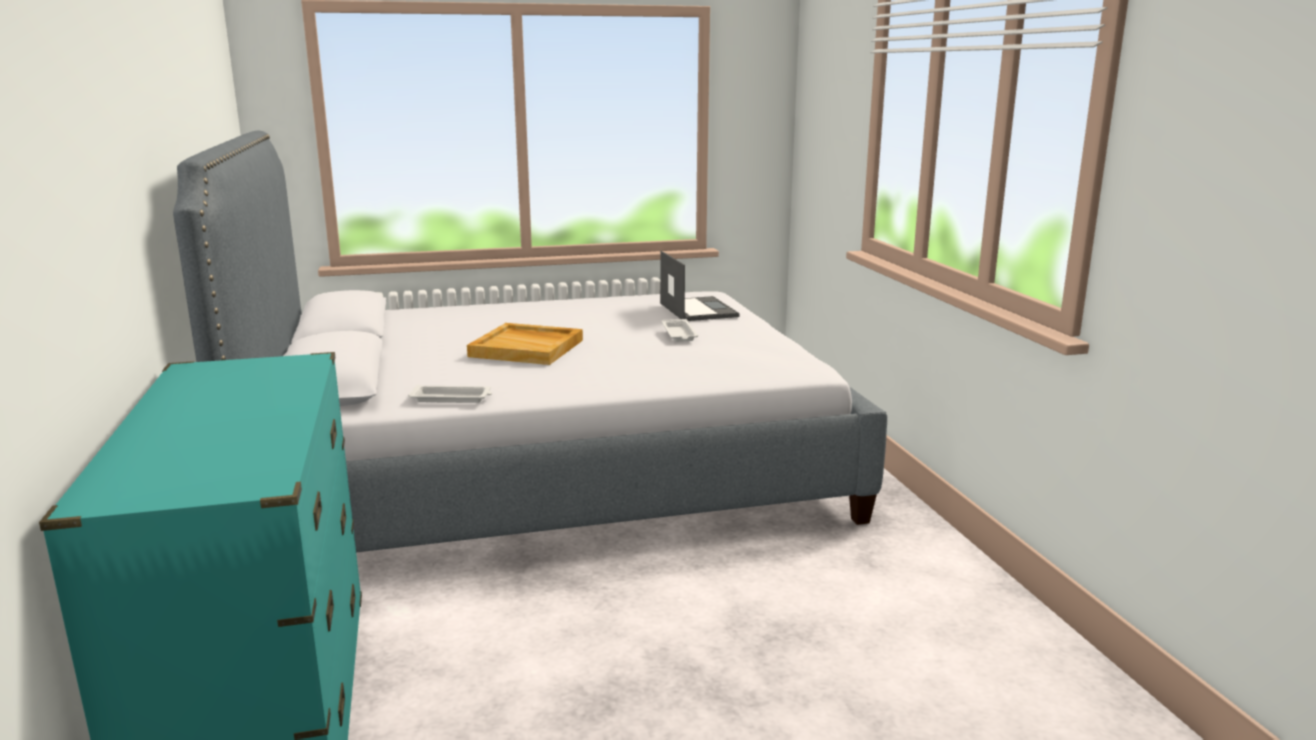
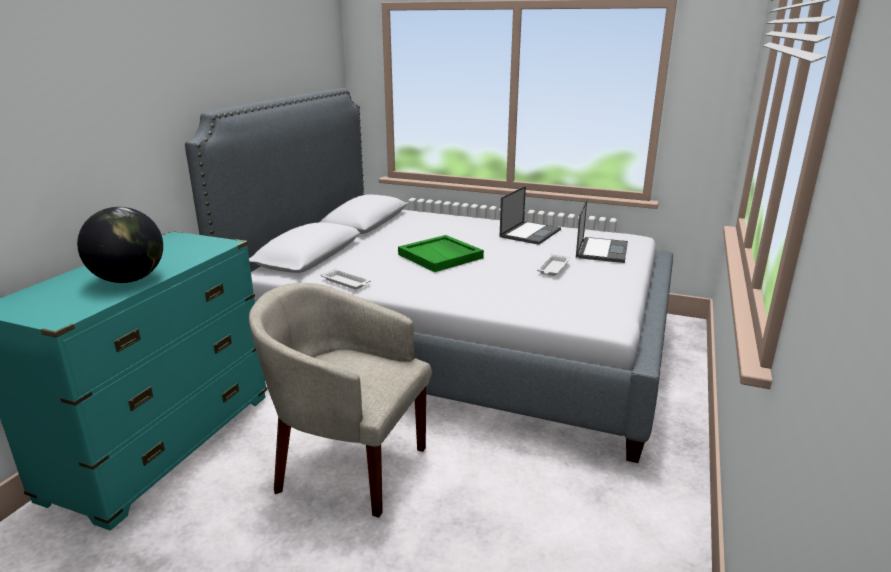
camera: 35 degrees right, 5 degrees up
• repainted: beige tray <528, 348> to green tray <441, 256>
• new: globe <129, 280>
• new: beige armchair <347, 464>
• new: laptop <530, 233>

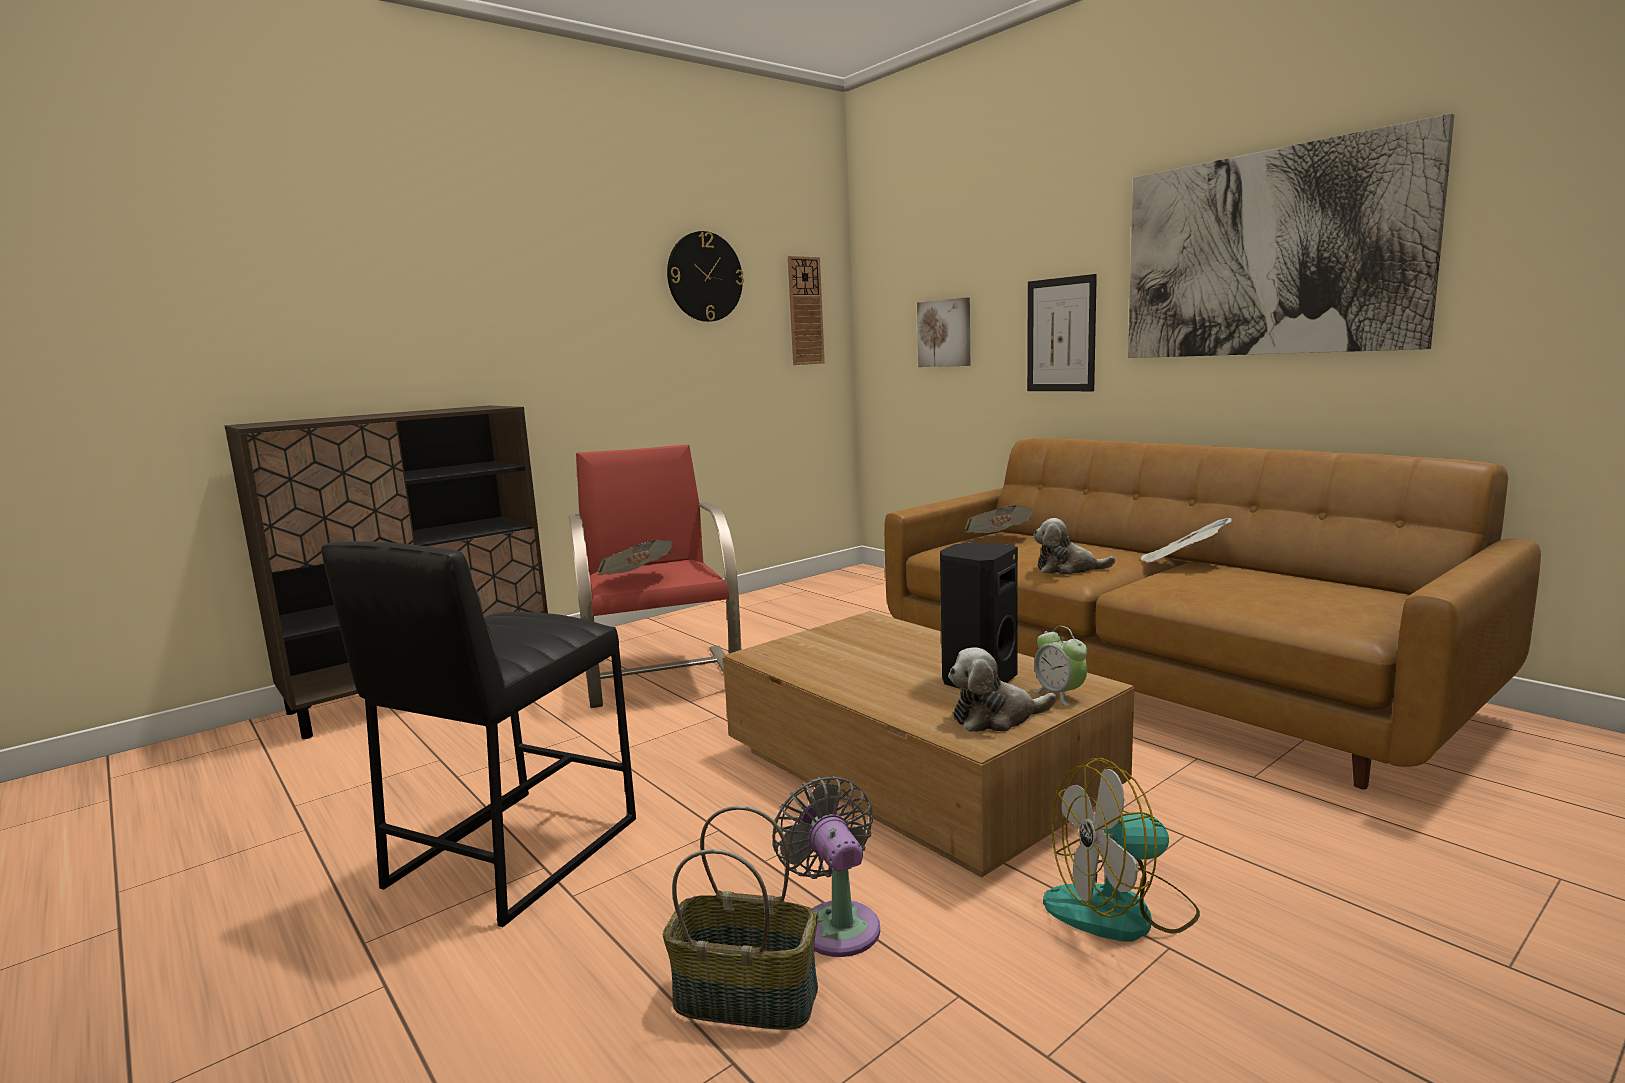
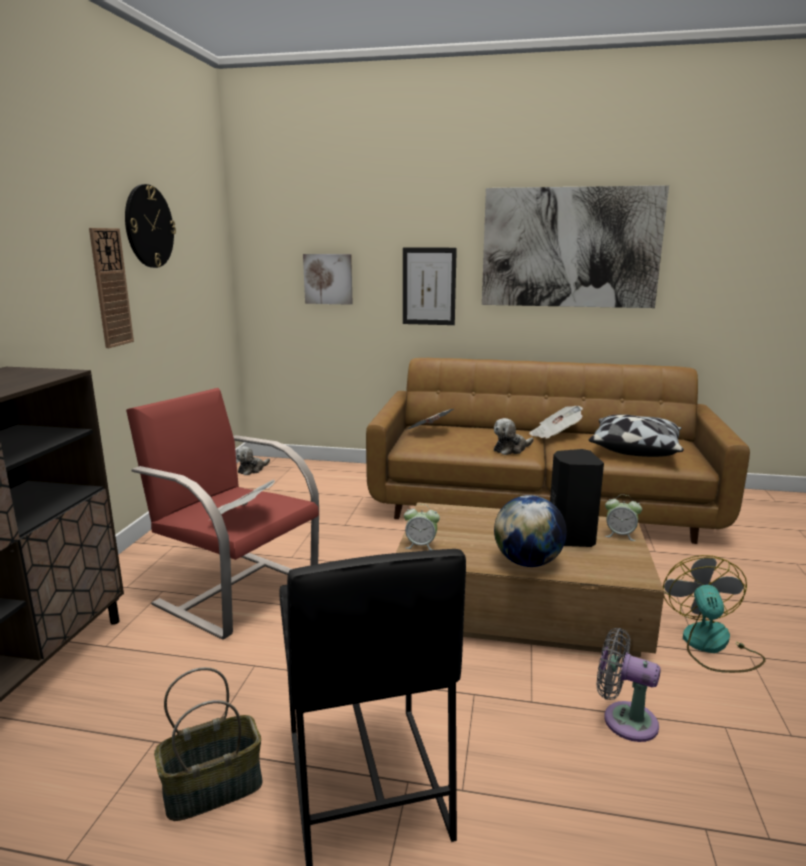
camera: 40 degrees left, 5 degrees up
• shifted: basket <747, 996> to <214, 787>
• shifted: wall clock <805, 311> to <111, 288>
• shifted: plush toy <996, 718> to <252, 470>
• rotated: fan <1121, 910> = <711, 646> 150 degrees clockwise
• new: alarm clock <421, 545>
• new: globe <527, 562>
• new: pillow <634, 449>

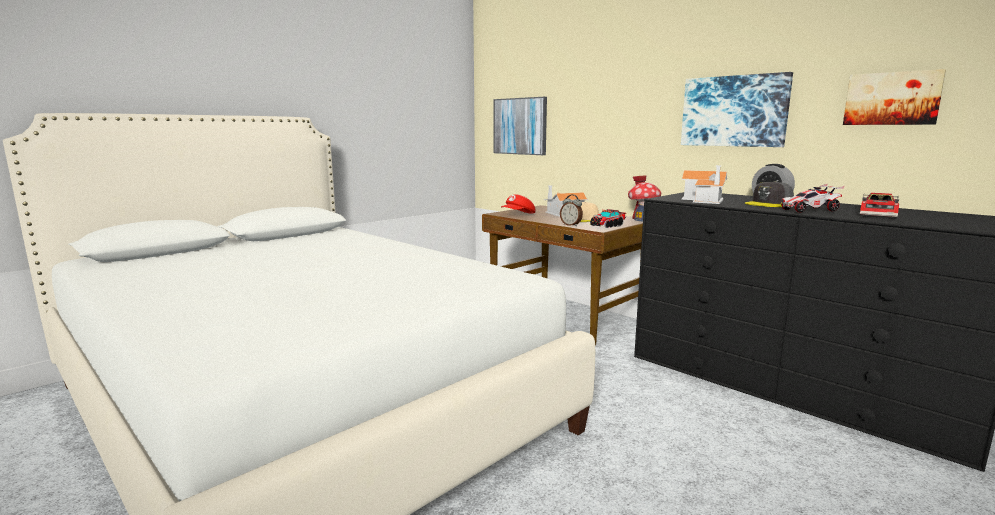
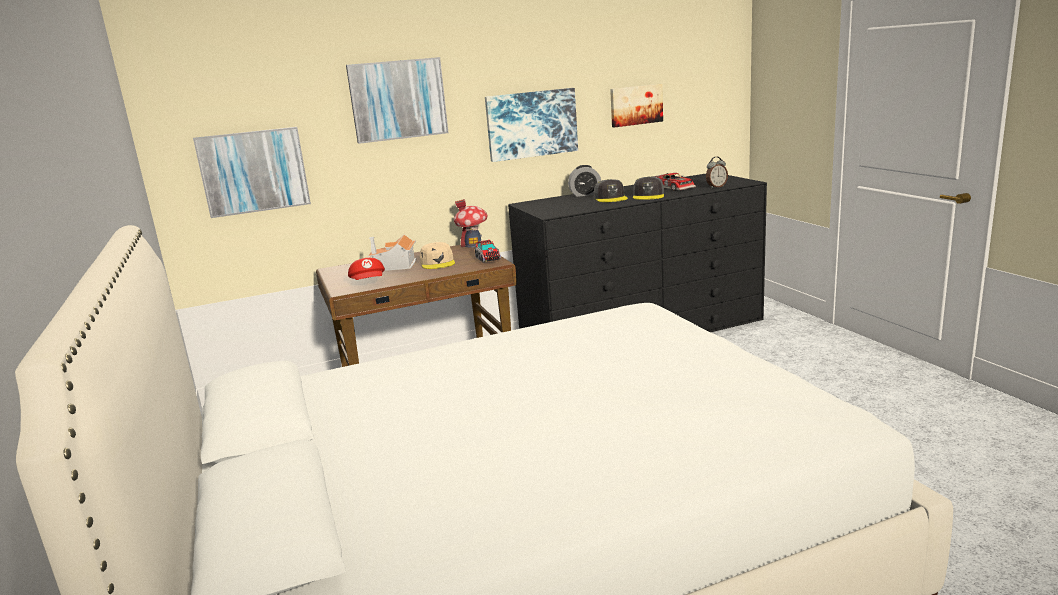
camera: 65 degrees left, 5 degrees up
• shifted: alarm clock <571, 225> to <716, 187>
• gone: toy house <705, 200>
• swapped: toy car <809, 210> to grey cap <648, 195>
• new: picture <398, 100>

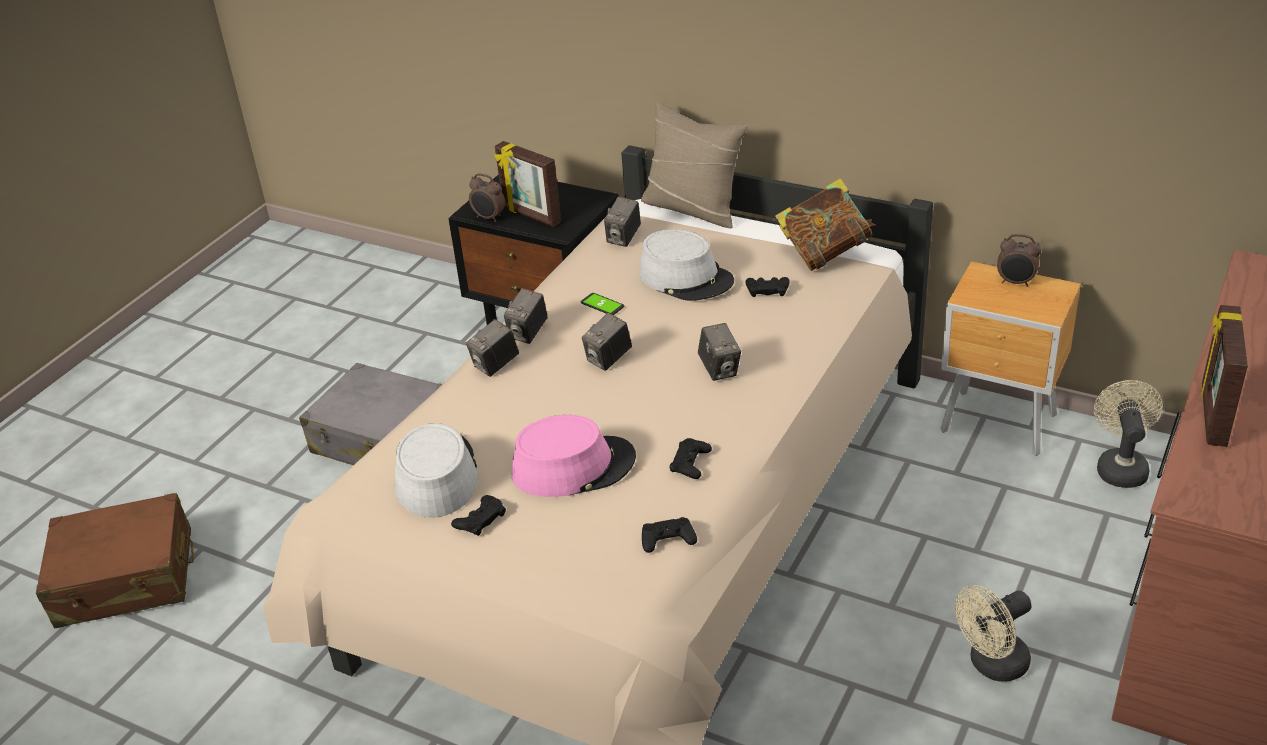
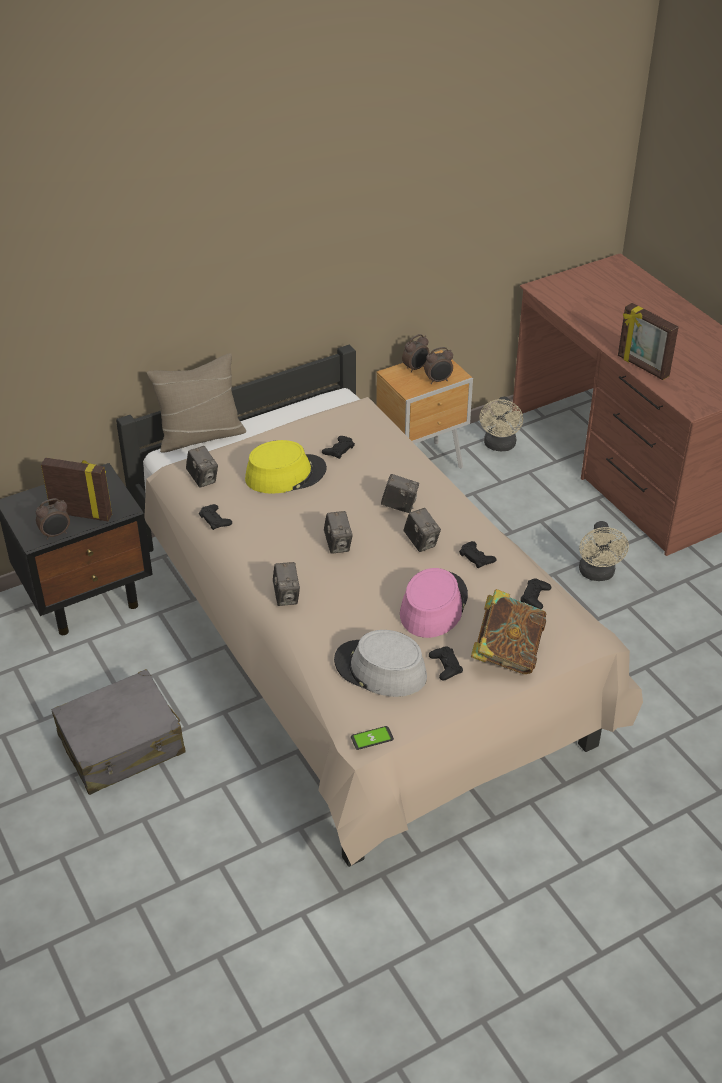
camera: 60 degrees left, 5 degrees up
• gone: brown suitcase <125, 579>
• rotated: picture frame <531, 215> = <81, 513> 150 degrees counterclockwise
• shifted: photo camera <528, 333> to <421, 542>
• shifted: phone <602, 305> to <372, 738>
• repainted: grey hat <686, 278> to yellow hat <285, 474>
• shifted: book <825, 253> to <507, 653>
• rotated: beige fan <1120, 466> = <499, 446> 120 degrees counterclockwise
• new: black game controller <215, 520>
• new: alarm clock <438, 381>

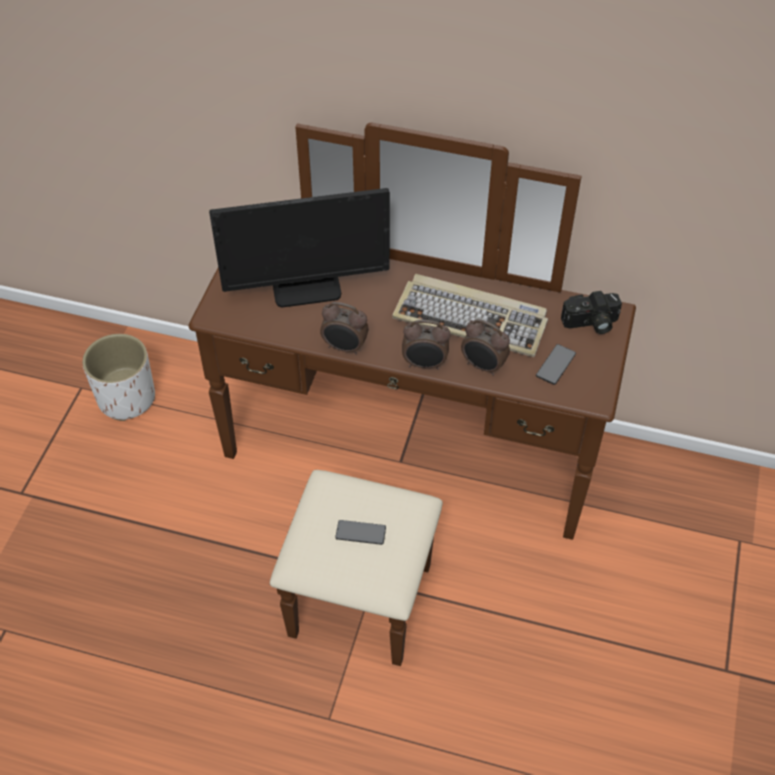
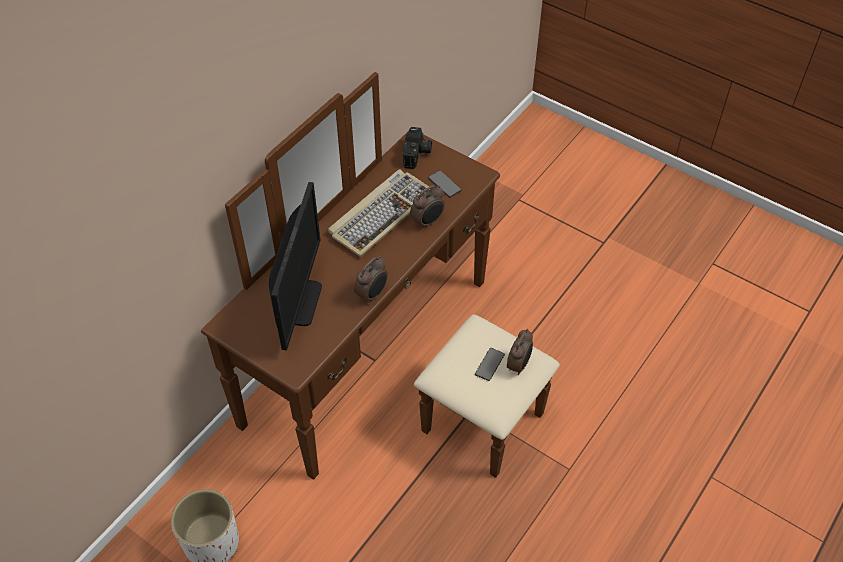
camera: 70 degrees left, 0 degrees up
• shifted: alarm clock <425, 364> to <519, 365>

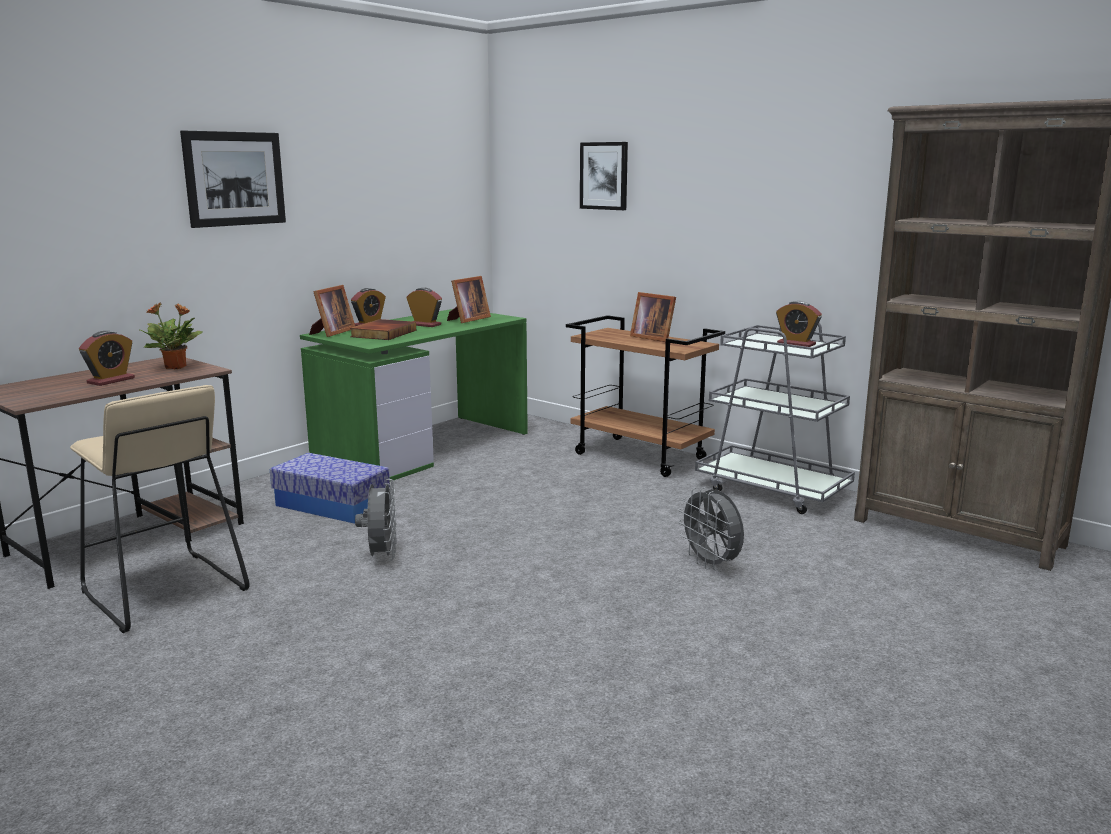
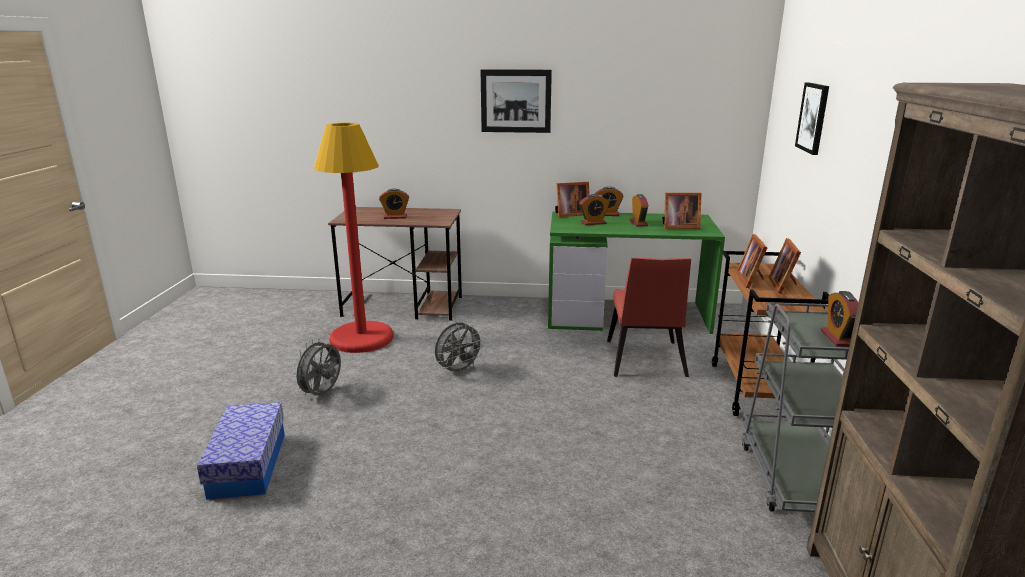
camera: 55 degrees right, 5 degrees up
• swapped: beige stool <162, 591> to red floor lamp <361, 338>
• gone: potted plant <176, 367>
• shifted: storage box <331, 505> to <248, 464>
• swapped: book <383, 333> to alarm clock <593, 223>
• shifted: grey fan <711, 564> to <322, 394>
• new: red chair <644, 361>
• new: picture frame <751, 280>

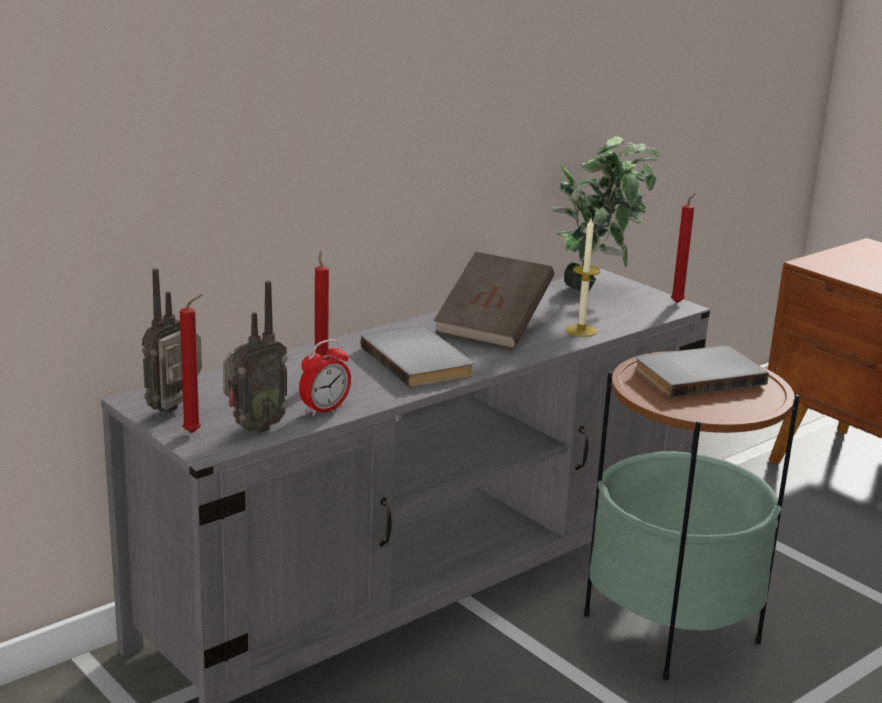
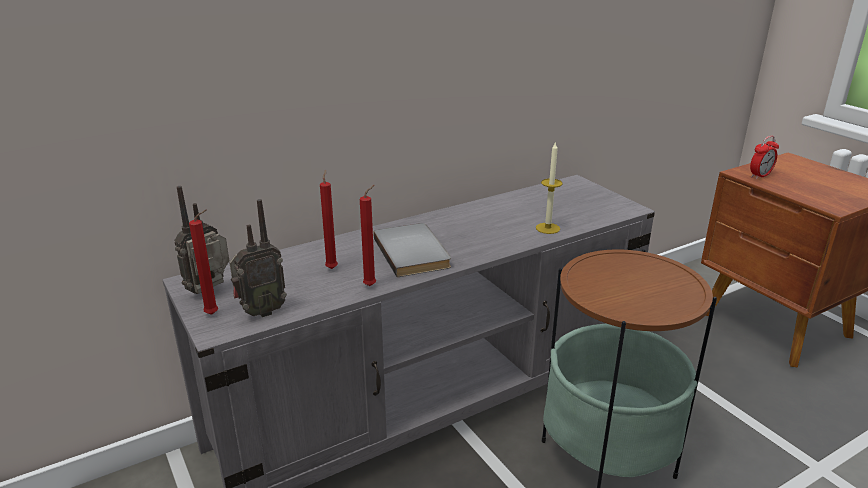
camera: 10 degrees right, 5 degrees up
• shifted: alarm clock <324, 409> to <760, 176>
• gone: brown book <493, 327>
• gone: potted plant <597, 289>
• gone: grey book <697, 375>
• shifted: red candle <678, 302> to <371, 285>

